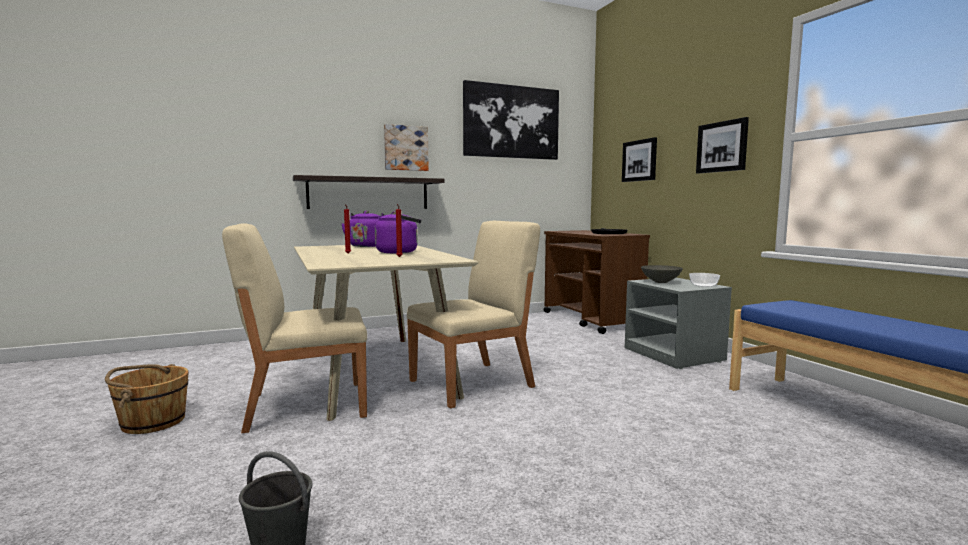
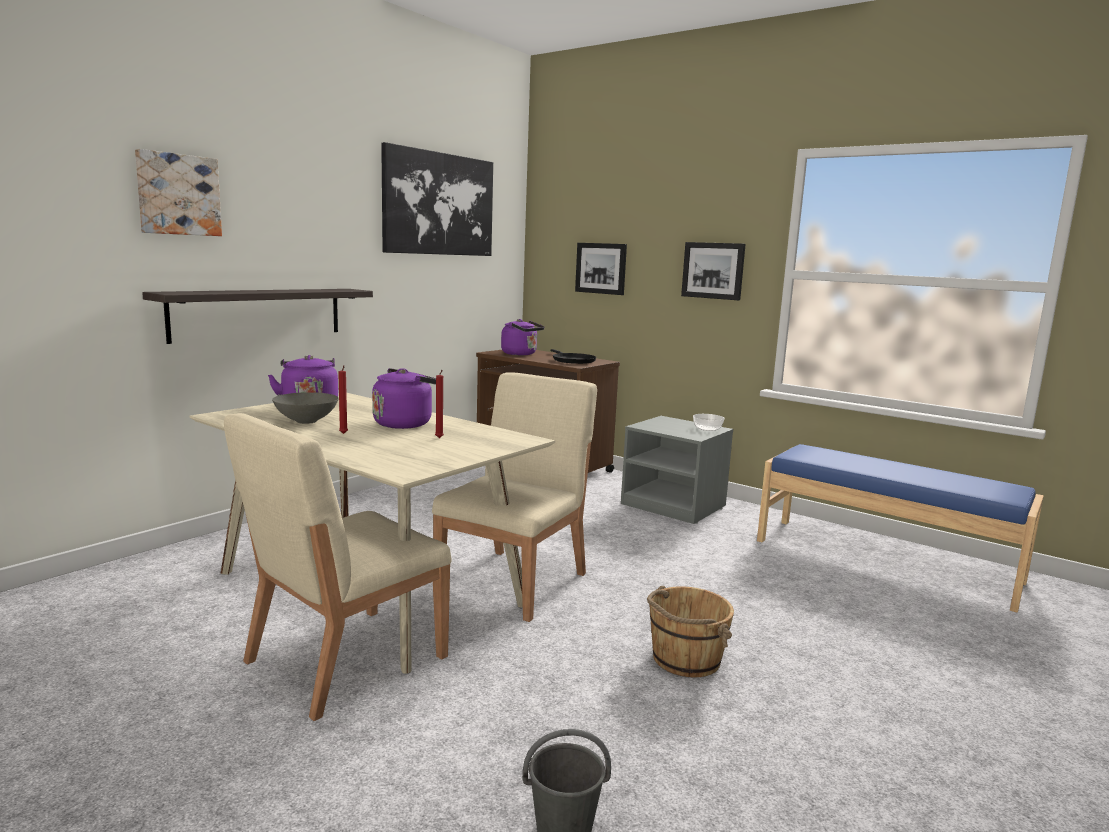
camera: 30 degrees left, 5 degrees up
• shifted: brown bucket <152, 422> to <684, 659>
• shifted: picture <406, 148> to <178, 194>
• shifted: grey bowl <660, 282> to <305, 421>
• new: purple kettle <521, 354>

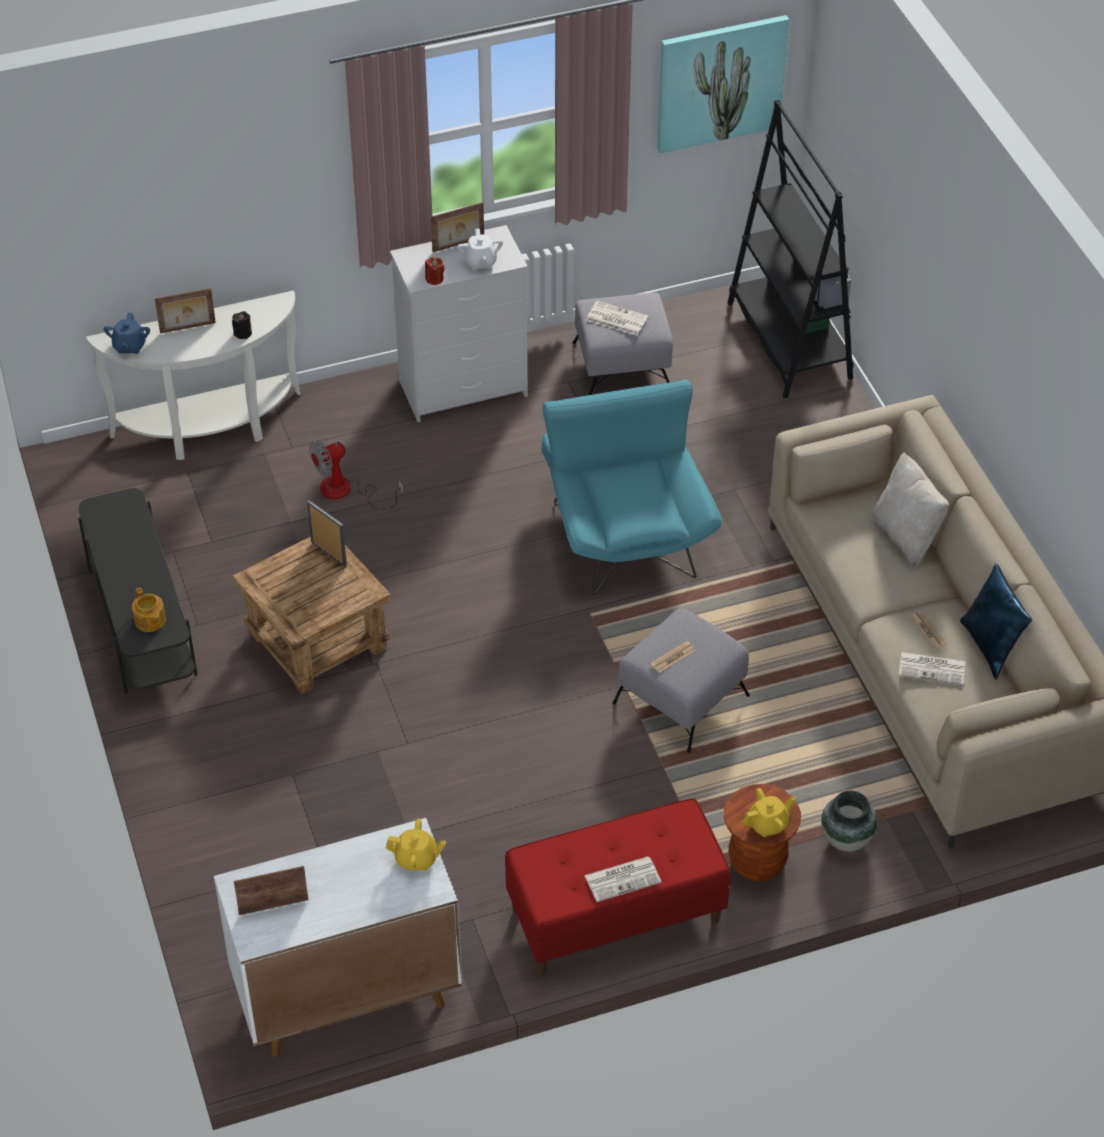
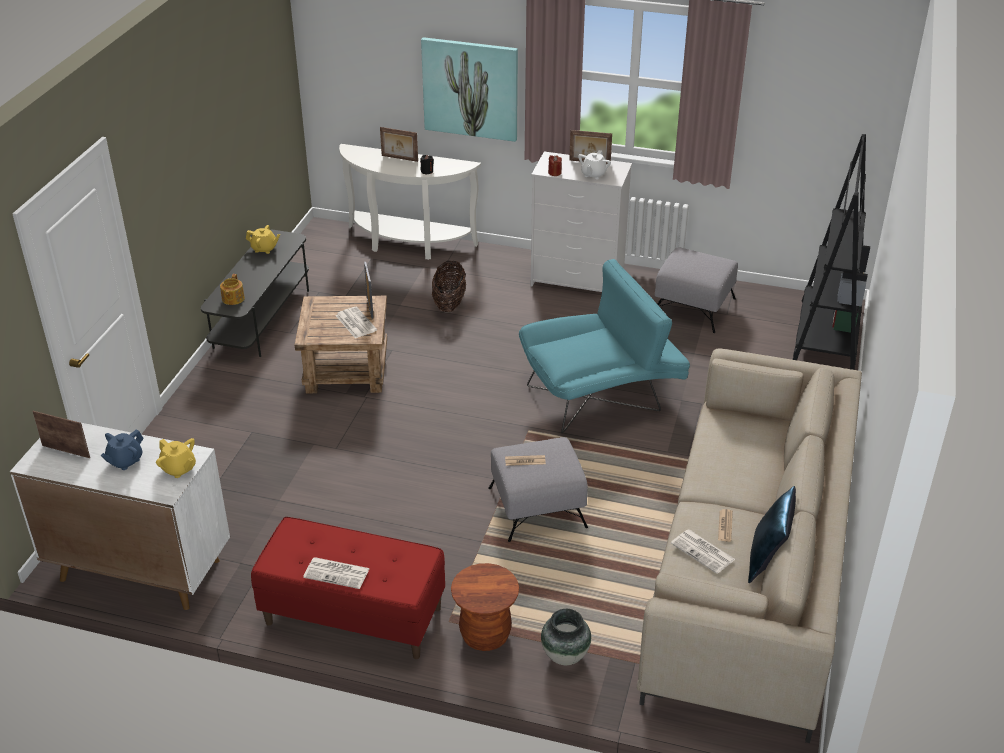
camera: 35 degrees right, 10 degrees down
• shifted: blue teapot <129, 346> to <125, 461>
• swapped: fan <346, 491> to basket <449, 303>
• rotated: turquoise armchair <624, 529> = <602, 394> 45 degrees clockwise
• shifted: newspaper <616, 319> to <355, 323>
• shifted: picture <720, 82> to <470, 88>
• shifted: yellow teapot <768, 824> to <264, 249>
• gone: beige pillow <906, 536>

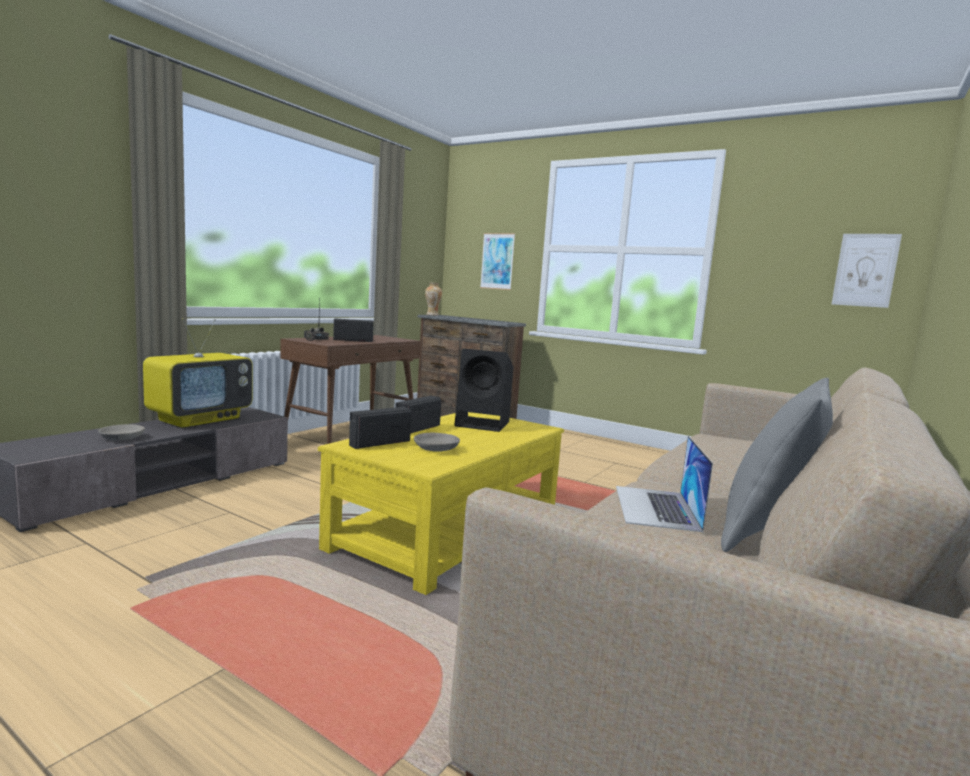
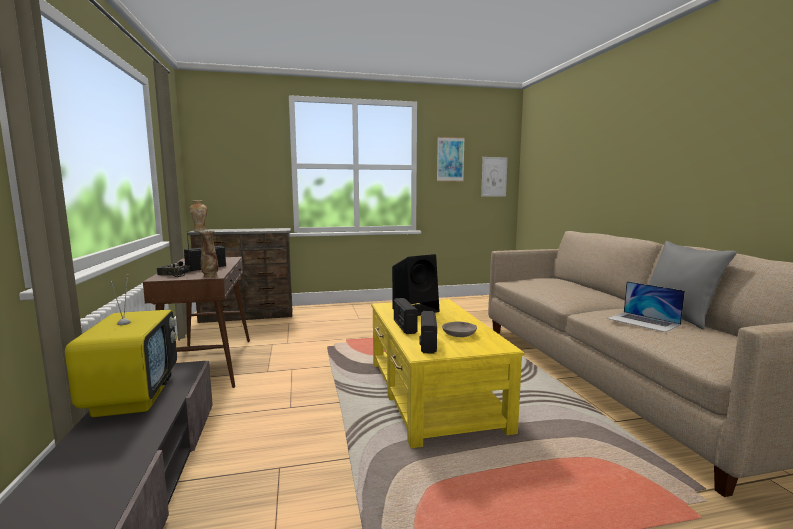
camera: 45 degrees left, 0 degrees up
• gone: grey bowl <121, 438>
• shifted: picture <497, 261> to <450, 159>
• new: vase <210, 276>

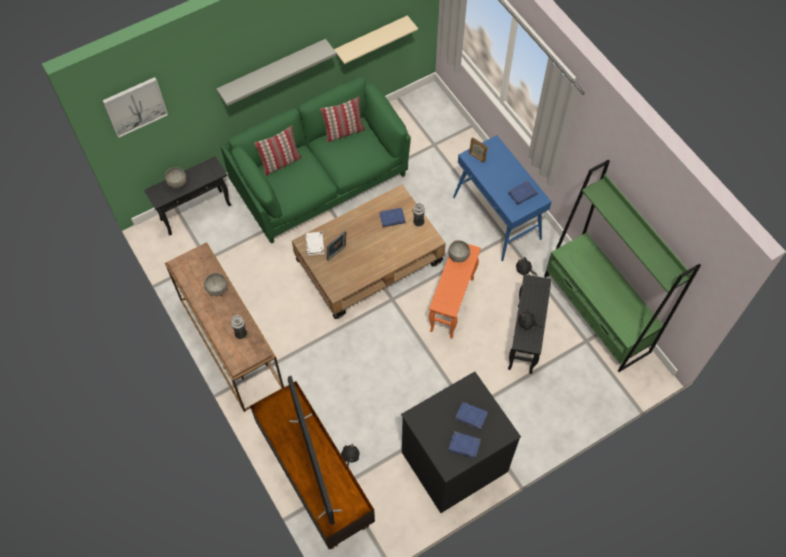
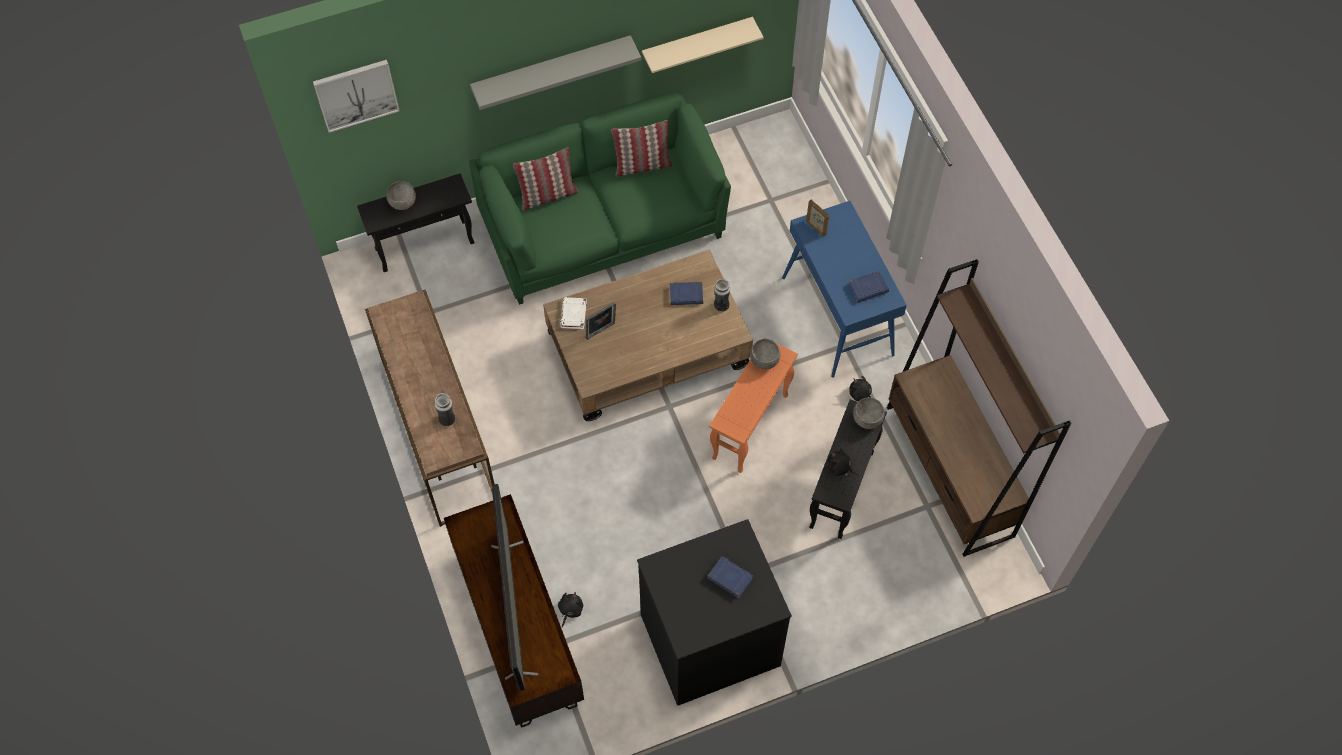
camera: 10 degrees right, 0 degrees up
• shifted: grey bowl <217, 289> to <866, 419>
• gone: blue book <464, 445>
• repainted: green bookcase <596, 314> to brown bookcase <949, 471>

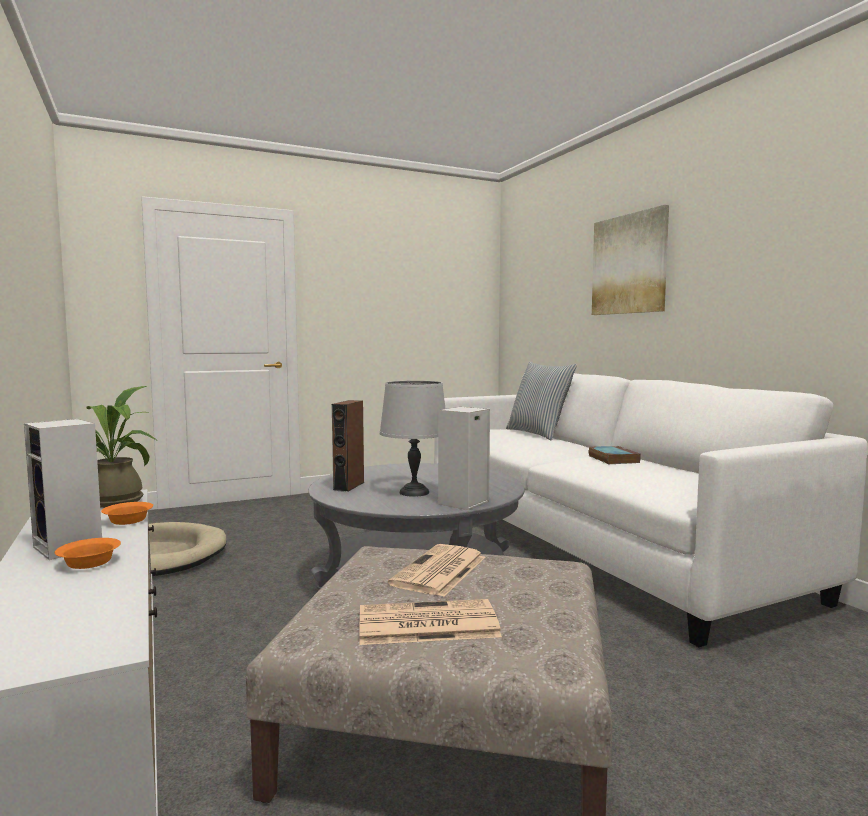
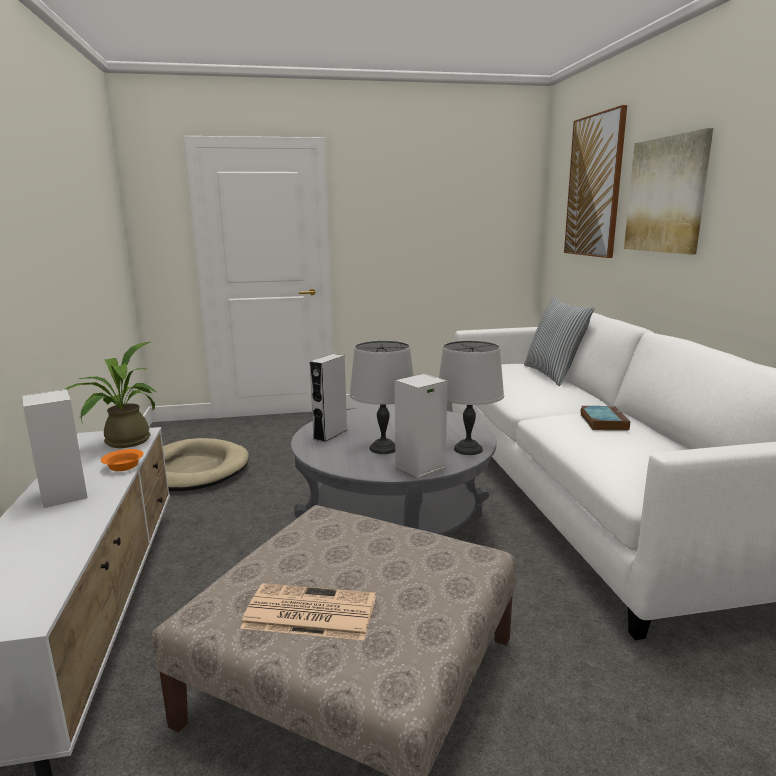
camera: 15 degrees right, 10 degrees up
• gone: orange bowl <89, 562>
• repainted: brown speaker <349, 486> to grey speaker <330, 434>
• gone: newspaper <439, 571>
• new: grey table lamp <467, 449>
• new: picture <594, 186>

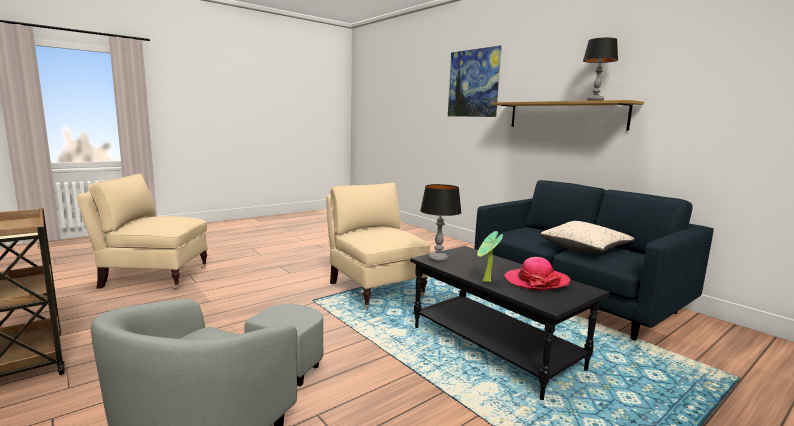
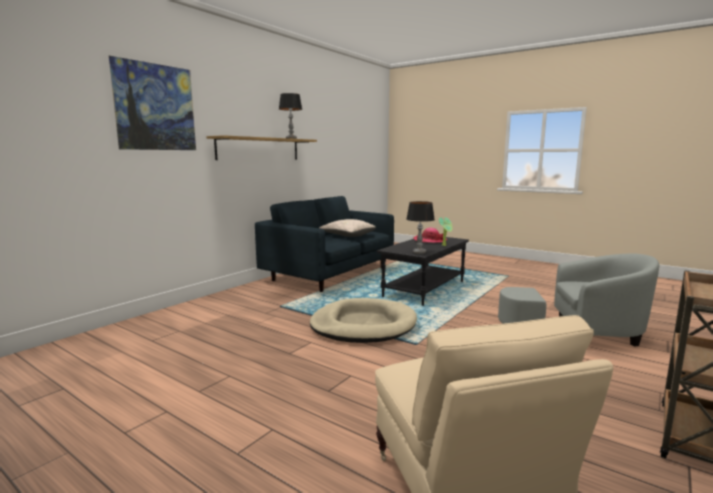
camera: 105 degrees left, 0 degrees up
• swapped: beige armchair <375, 288> to beige dog bed <363, 325>

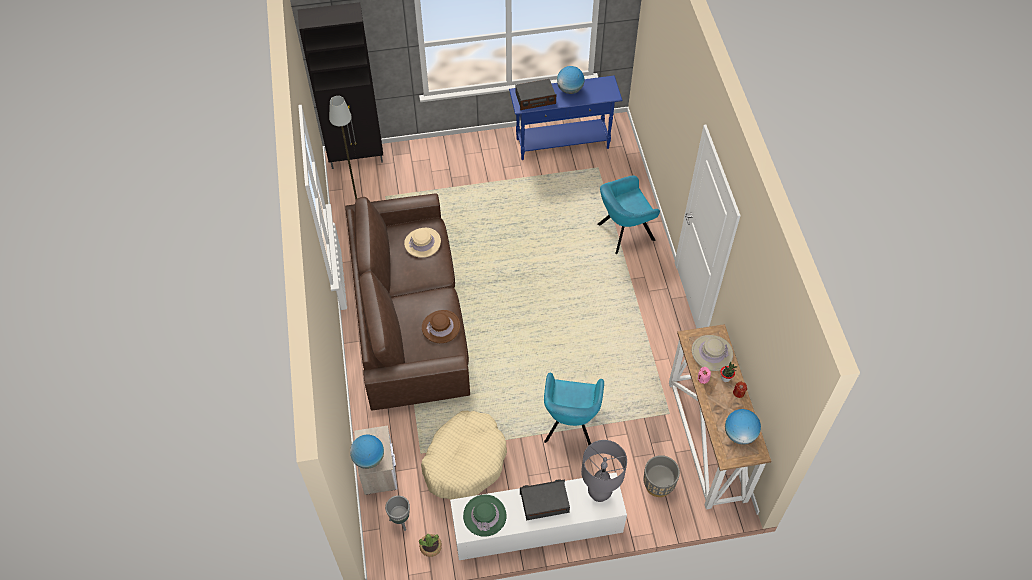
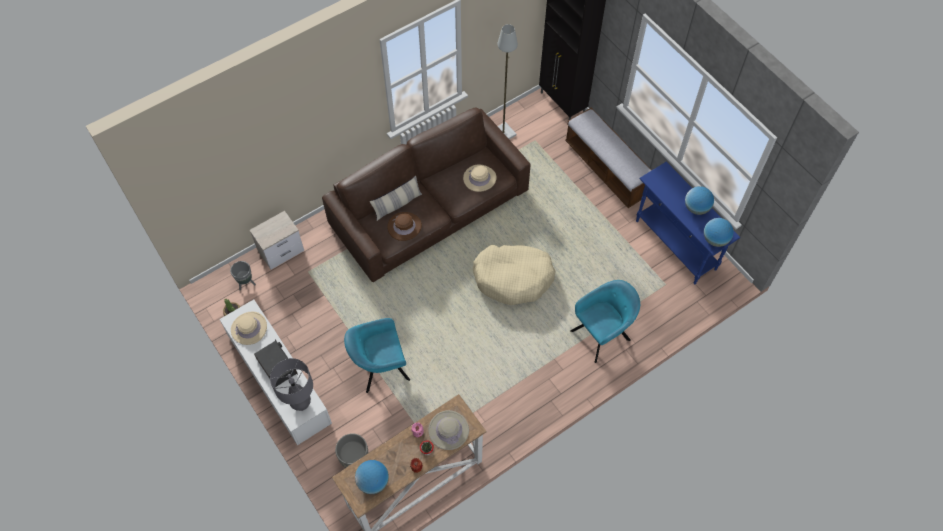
camera: 65 degrees right, 5 degrees up
• shifted: globe <369, 459> to <715, 239>
• shifted: beige dog bed <465, 461> to <513, 278>
• repainted: green hat <484, 516> to beige hat <249, 328>
• gone: radio <535, 99>
• rotated: turquoise armchair <623, 233> = <602, 334> 105 degrees clockwise
• new: pillow <397, 204>
• new: bench <606, 169>

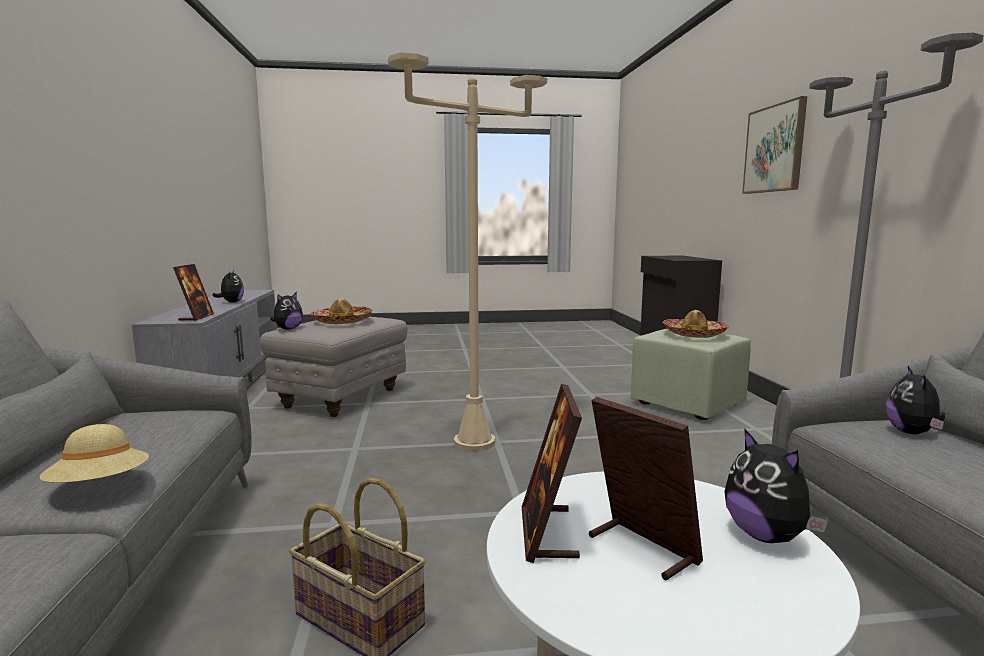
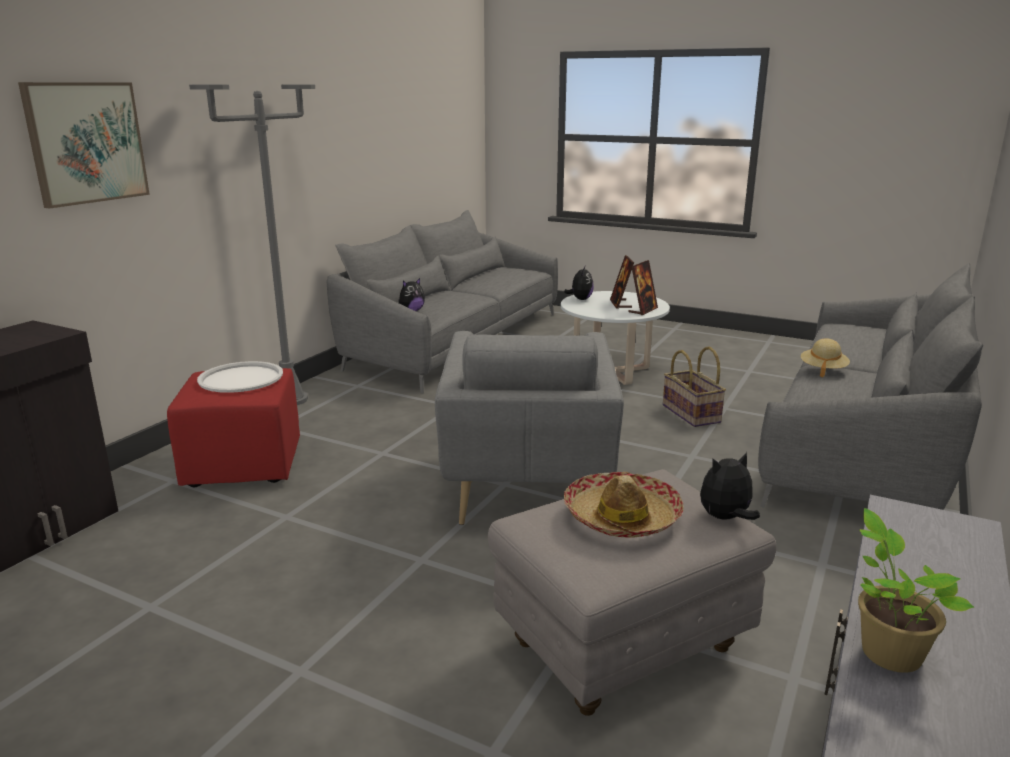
camera: 145 degrees left, 10 degrees up
• gone: picture frame <196, 317>
• swapped: plush toy <231, 302> to potted plant <887, 651>
• swapped: beige floor lamp <474, 442> to grey armchair <526, 489>
• repainted: green ottoman <689, 404> to red ottoman <243, 464>
• swapped: hat <694, 334> to white tray <241, 378>

